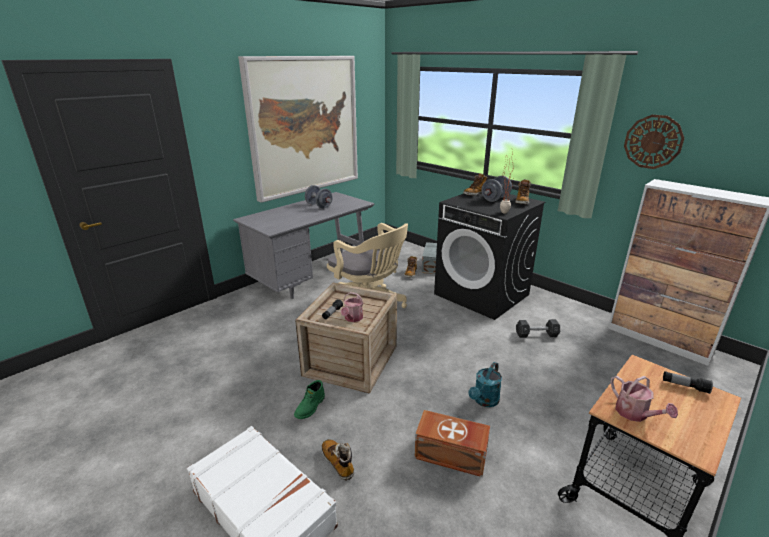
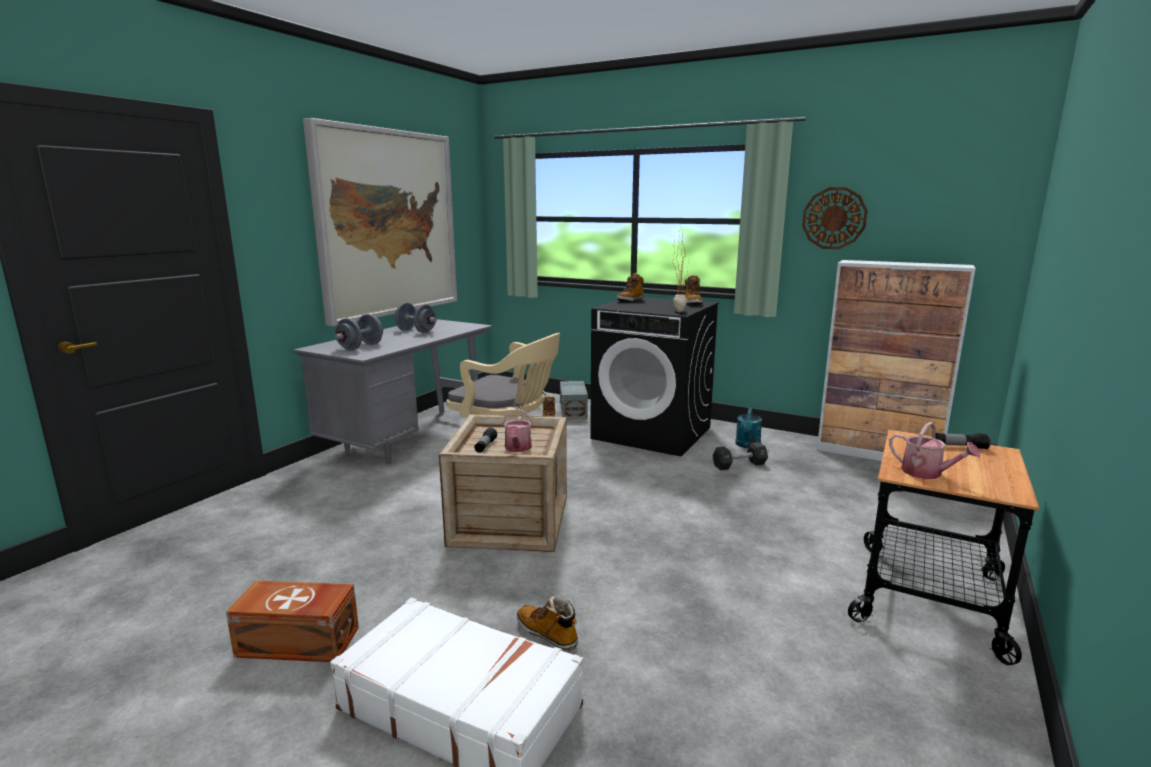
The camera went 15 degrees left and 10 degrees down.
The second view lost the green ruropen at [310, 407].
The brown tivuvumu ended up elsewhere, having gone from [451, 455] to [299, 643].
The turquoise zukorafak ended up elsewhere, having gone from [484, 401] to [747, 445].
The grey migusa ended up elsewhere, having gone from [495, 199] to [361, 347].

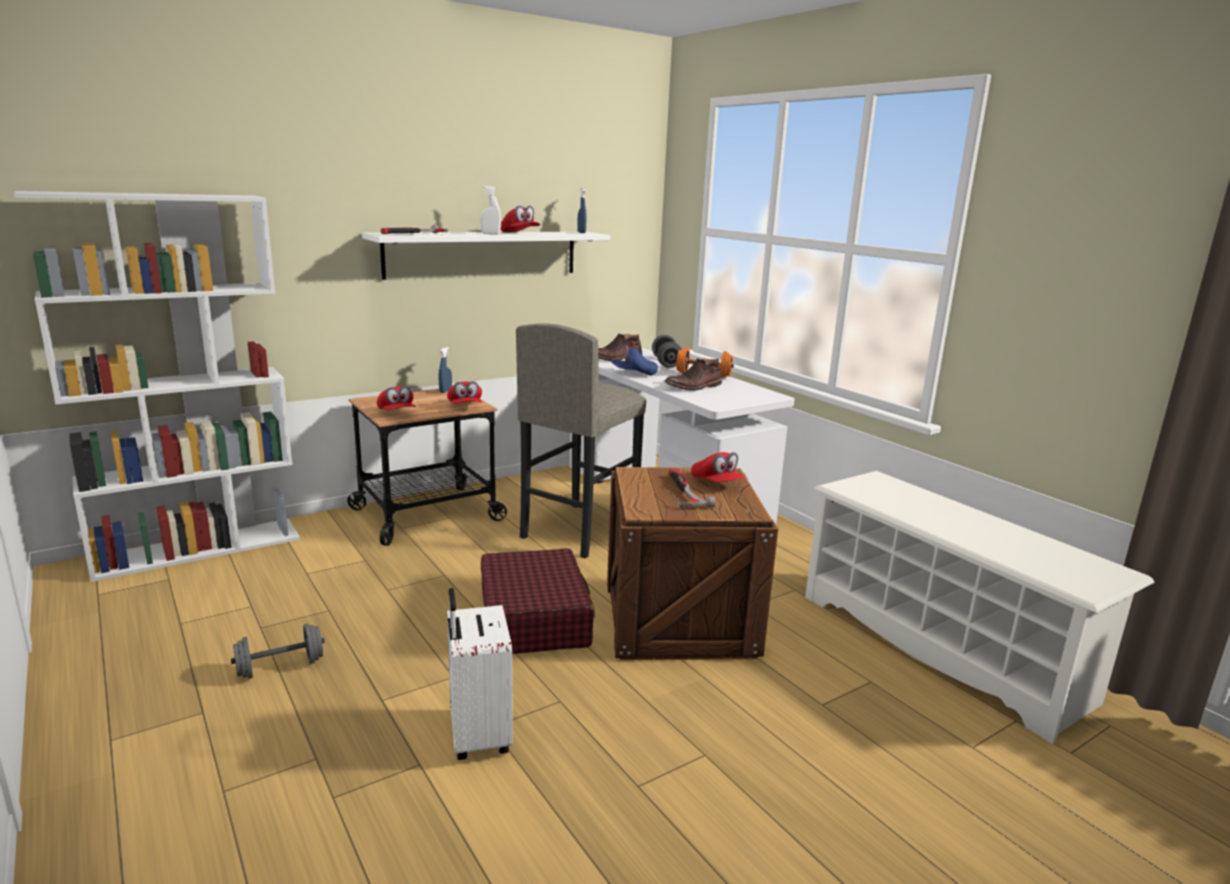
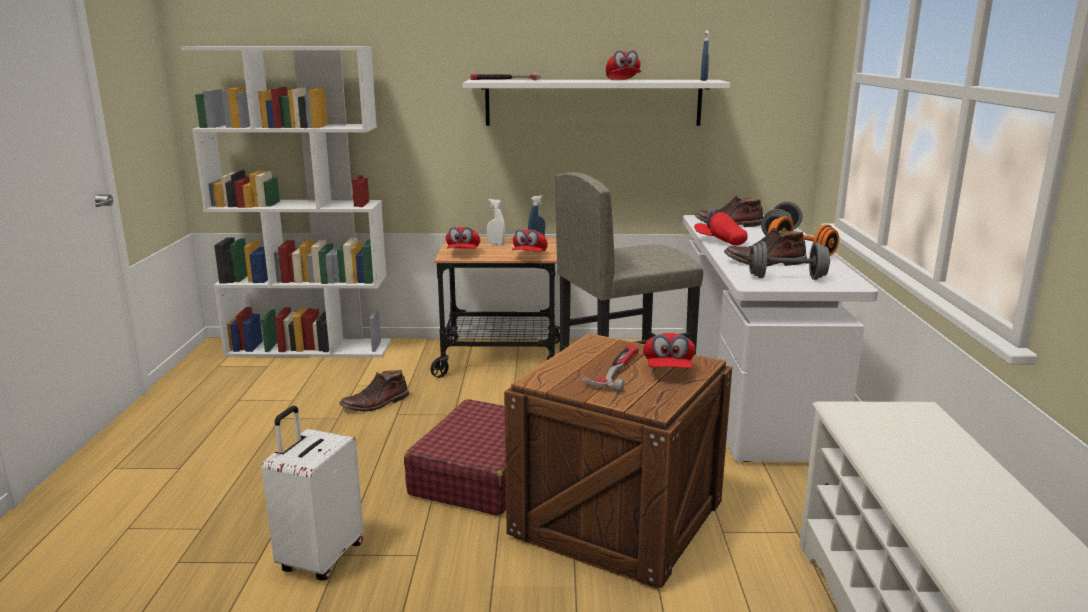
The camera went 35 degrees right and 0 degrees up.
The grey migusa ended up elsewhere, having gone from [280, 667] to [786, 278].
The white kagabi ended up elsewhere, having gone from [490, 234] to [496, 244].
What was the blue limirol at [634, 373] turned into the red limirol at [720, 241].
The second view gained the brown ruropen at [376, 404].

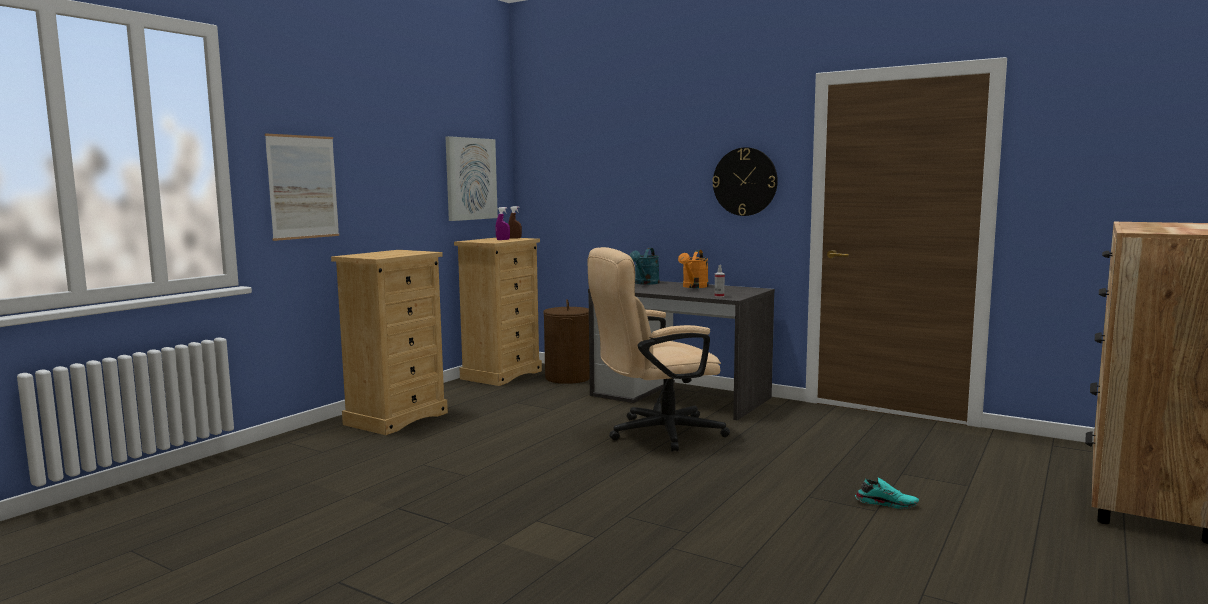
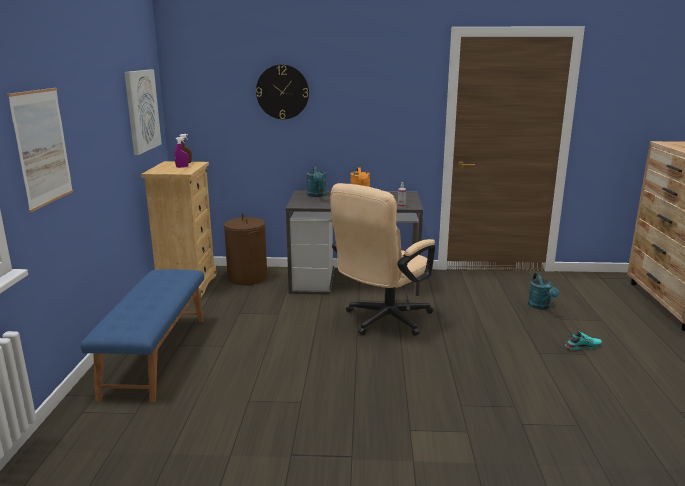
The camera went 30 degrees left and 10 degrees up.
Where the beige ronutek stood at [396, 418], the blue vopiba came to stand at [155, 355].
The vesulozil ended up elsewhere, having gone from [745, 181] to [282, 92].
The second view gained the turquoise zukorafak at [541, 306].

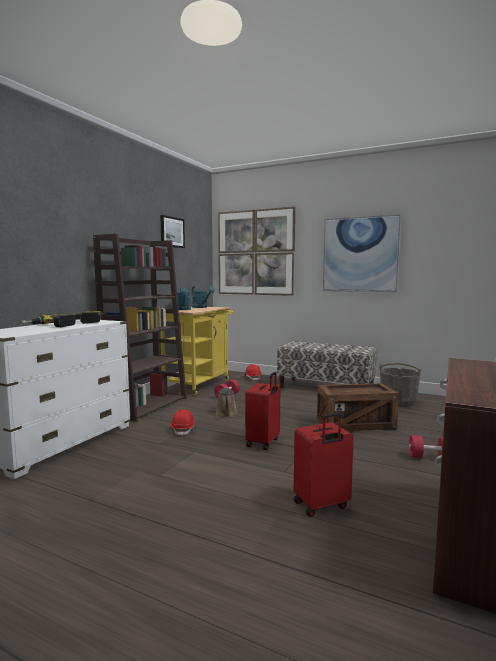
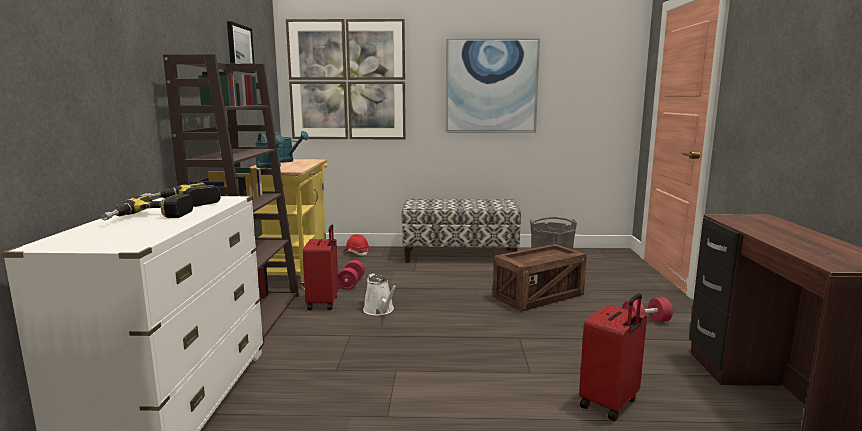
The camera went 25 degrees left and 5 degrees up.
The second view lost the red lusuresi at [183, 429].
What was the brown zukorafak at [226, 414] turned into the white zukorafak at [380, 310].
The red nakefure ended up elsewhere, having gone from [263, 443] to [324, 303].

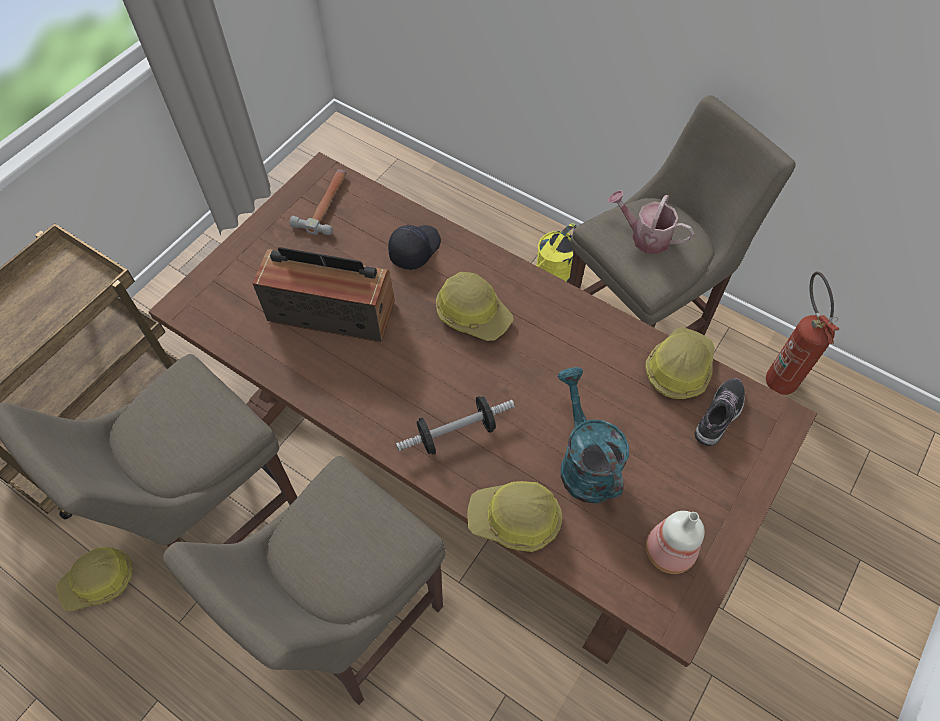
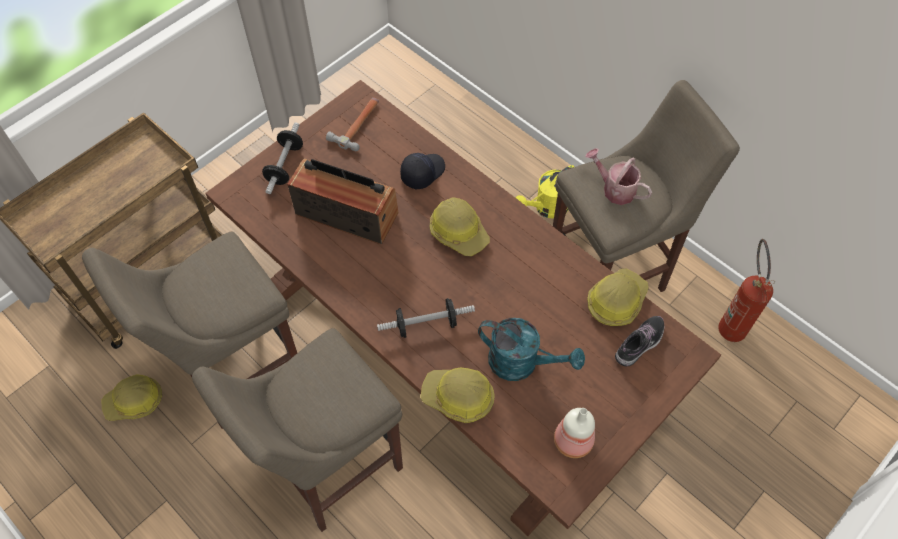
The camera went 10 degrees right and 0 degrees up.
The turquoise zukorafak at [584, 462] ended up facing another way, 120 degrees clockwise from before.
The second view gained the migusa at [285, 165].

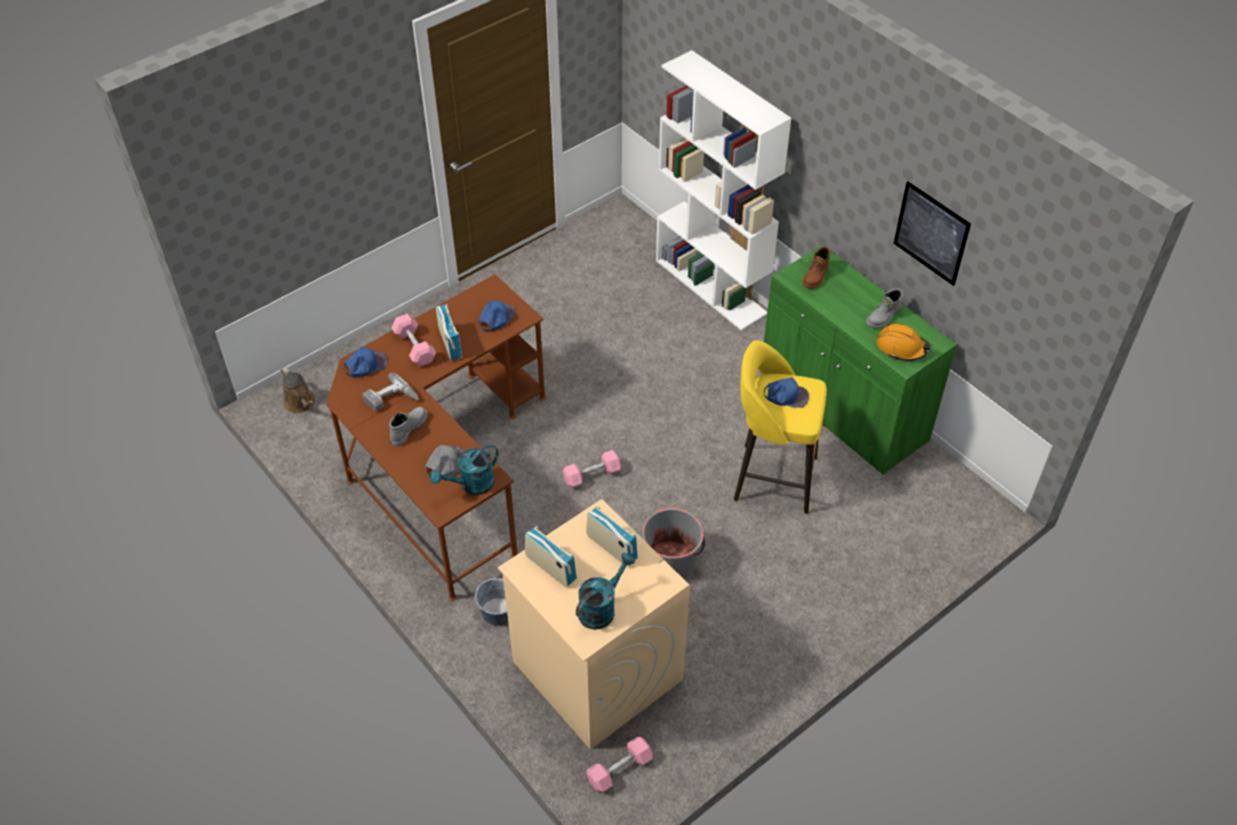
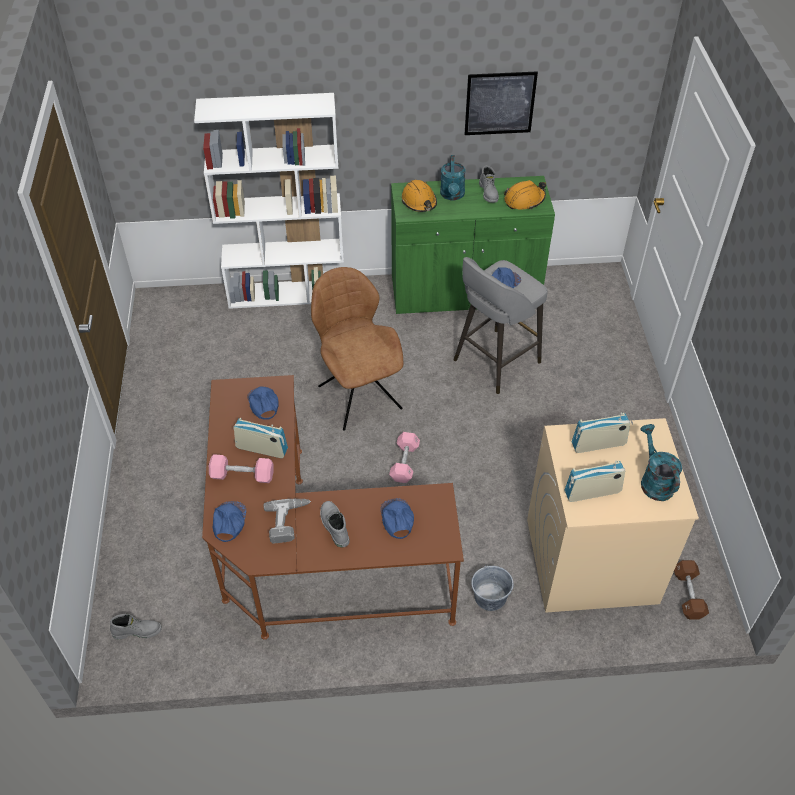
The camera went 55 degrees left and 0 degrees up.
Where the brown zukorafak stood at [301, 403], the grey ruropen came to stand at [137, 631].
What was the grey limirol at [446, 463] turned into the blue limirol at [396, 519].
The turquoise zukorafak ended up elsewhere, having gone from [471, 485] to [452, 195].
What was the pink migusa at [619, 769] turned into the brown migusa at [688, 594].
The second view lost the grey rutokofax at [672, 561].
What was the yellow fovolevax at [772, 478] turned into the grey fovolevax at [494, 362].
Where the brown ruropen stood at [816, 276], the orange lusuresi came to stand at [419, 202].
The second view gained the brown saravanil at [358, 395].

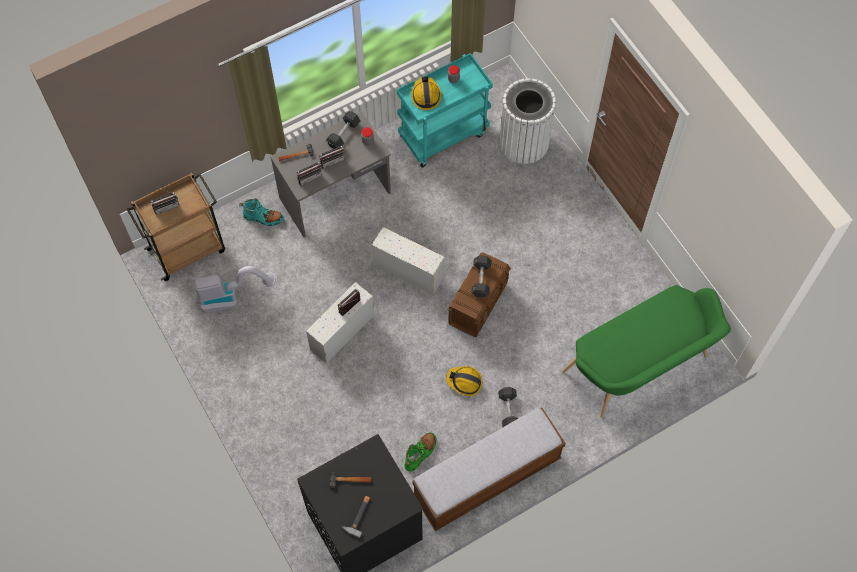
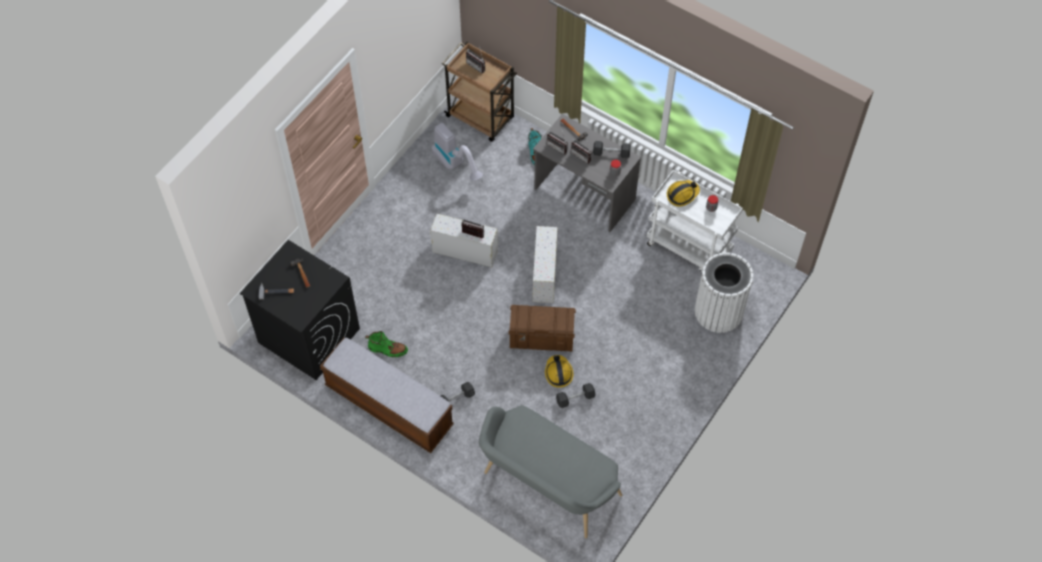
The camera went 65 degrees right and 5 degrees down.
What was the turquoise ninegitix at [443, 134] turned into the white ninegitix at [689, 247].
The lusuresi ended up elsewhere, having gone from [464, 382] to [558, 373].
The grey migusa ended up elsewhere, having gone from [481, 279] to [575, 398].
What was the green vopiba at [640, 368] turned into the grey vopiba at [547, 487].

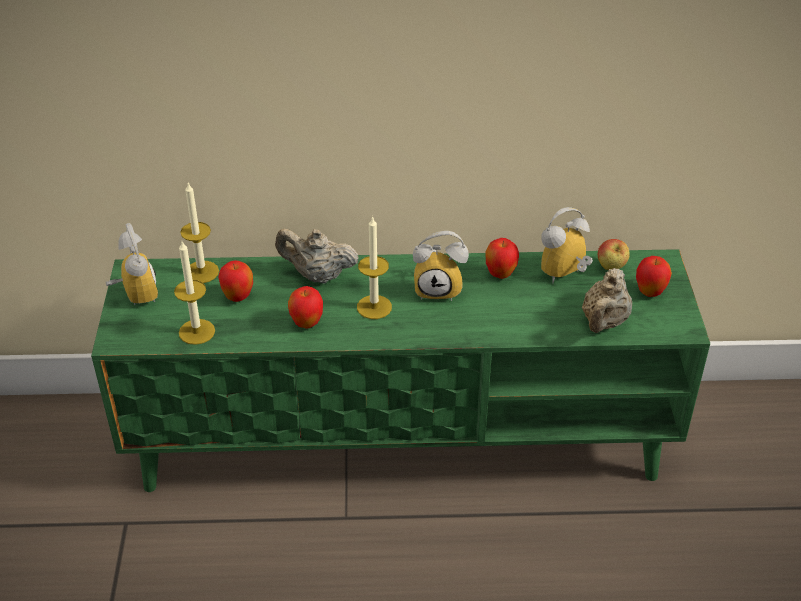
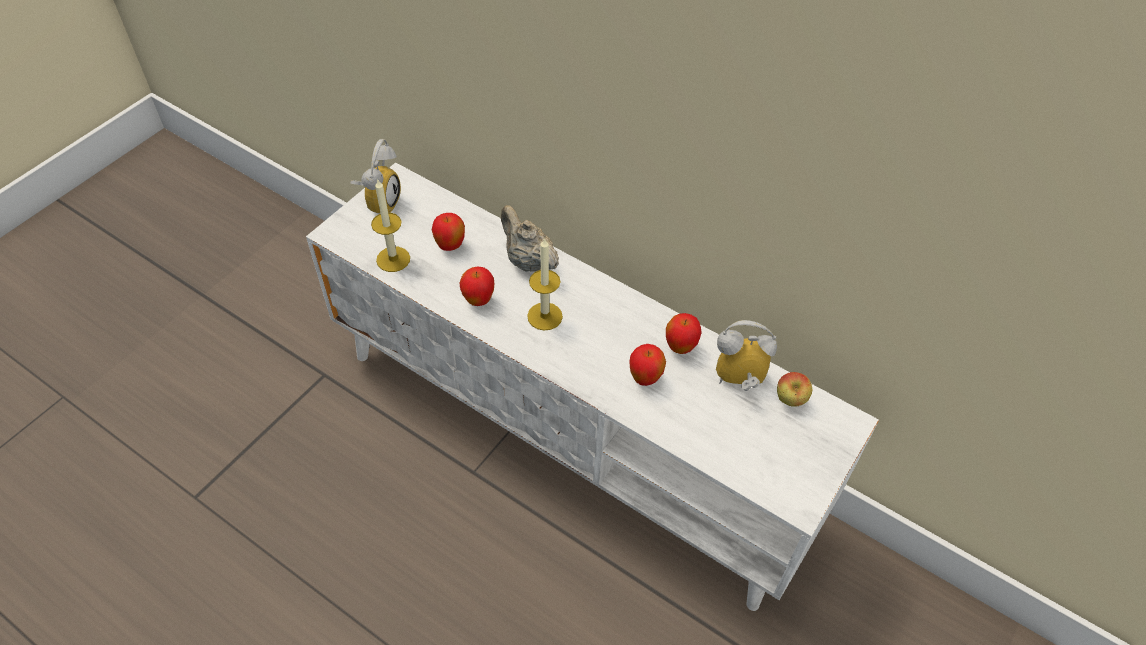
The camera went 35 degrees right and 10 degrees up.
What was the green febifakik at [402, 440] turned into the white febifakik at [572, 434].
The second view lost the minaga at [201, 272].
The second view lost the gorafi at [439, 289].
The second view lost the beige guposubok at [604, 322].
The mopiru ended up elsewhere, having gone from [650, 292] to [645, 378].

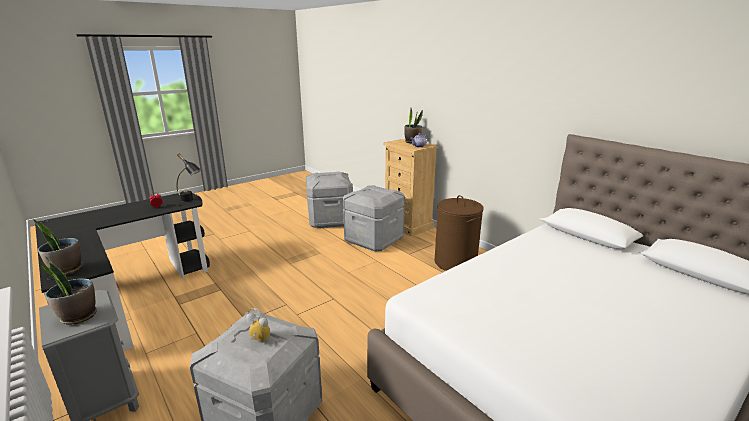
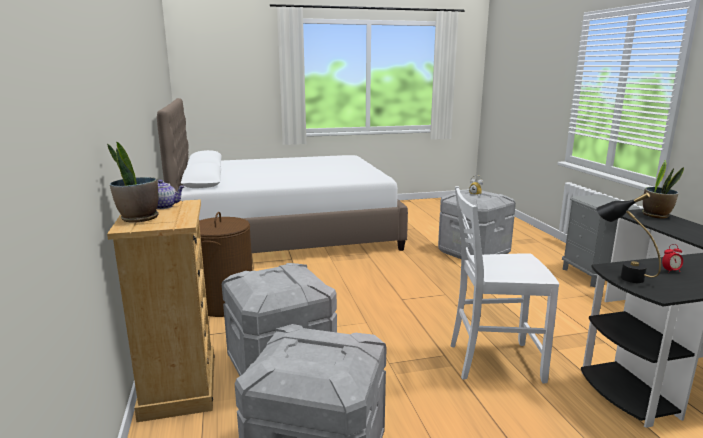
The camera went 155 degrees left and 5 degrees down.
The second view lost the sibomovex at [78, 316].
The second view gained the white saravanil at [492, 361].

